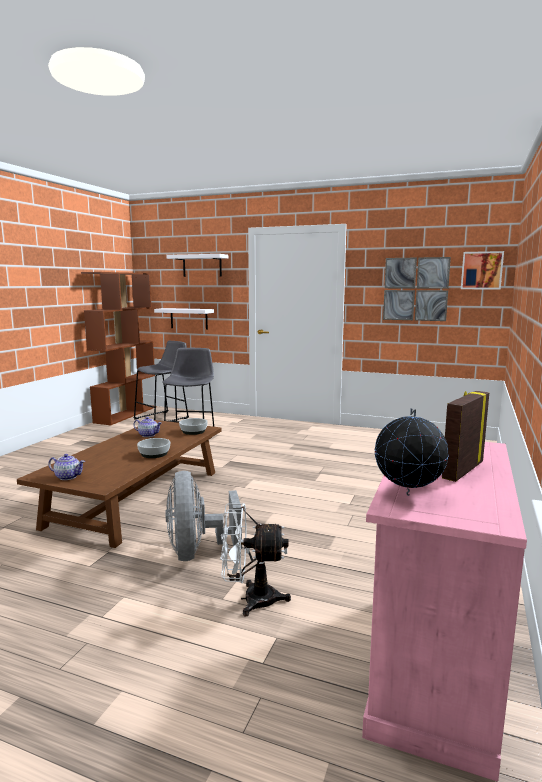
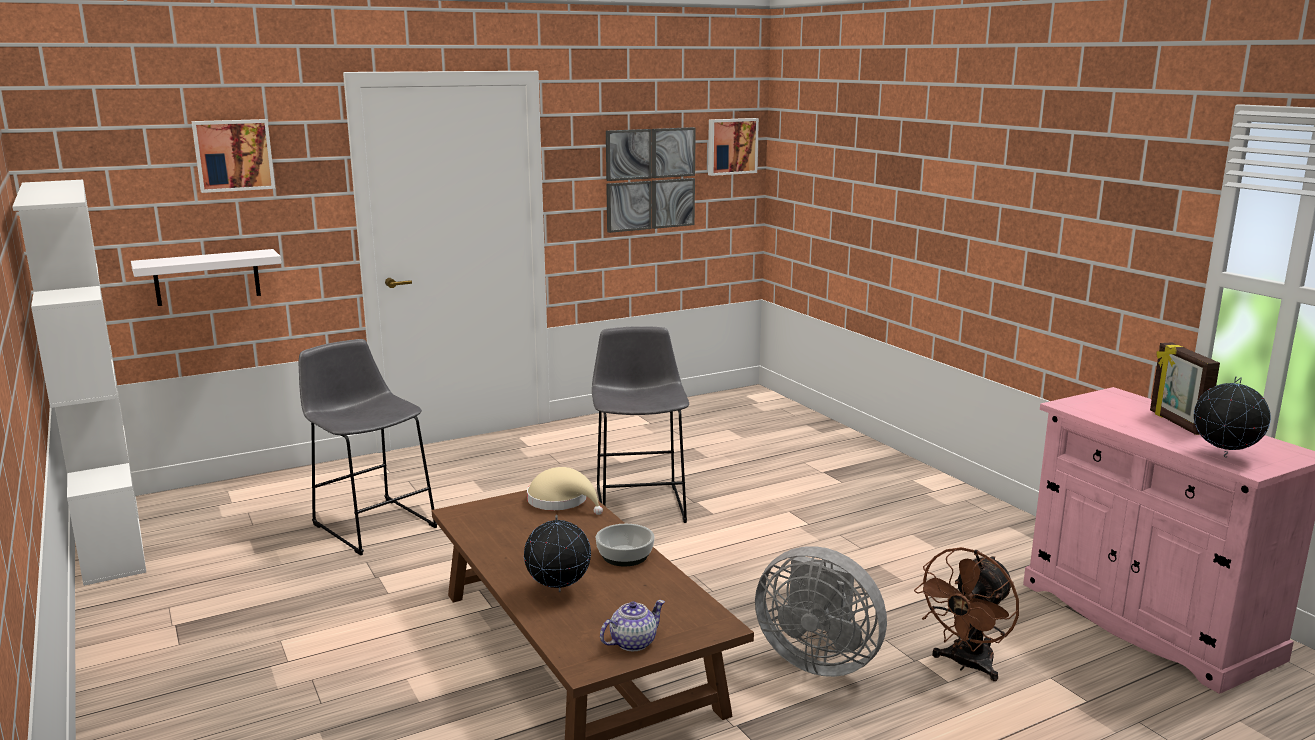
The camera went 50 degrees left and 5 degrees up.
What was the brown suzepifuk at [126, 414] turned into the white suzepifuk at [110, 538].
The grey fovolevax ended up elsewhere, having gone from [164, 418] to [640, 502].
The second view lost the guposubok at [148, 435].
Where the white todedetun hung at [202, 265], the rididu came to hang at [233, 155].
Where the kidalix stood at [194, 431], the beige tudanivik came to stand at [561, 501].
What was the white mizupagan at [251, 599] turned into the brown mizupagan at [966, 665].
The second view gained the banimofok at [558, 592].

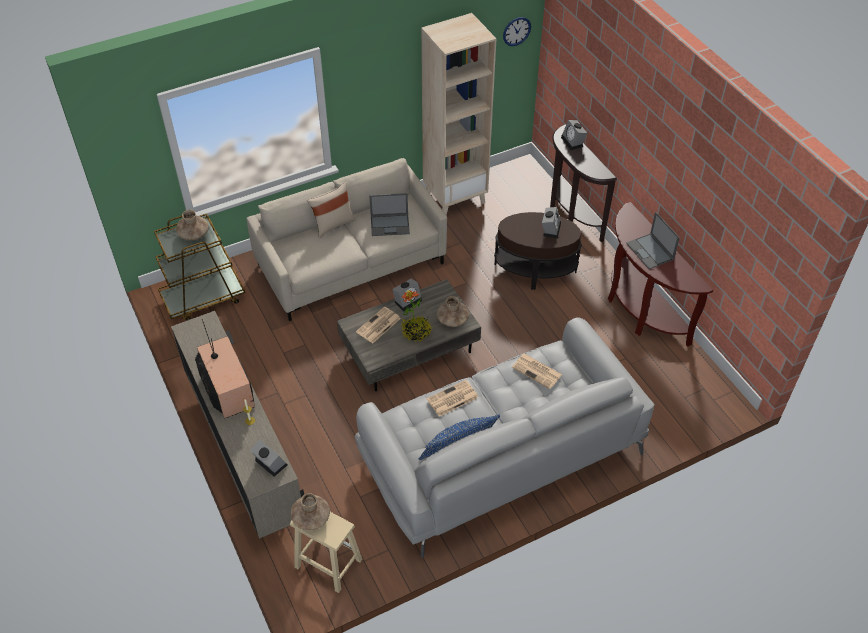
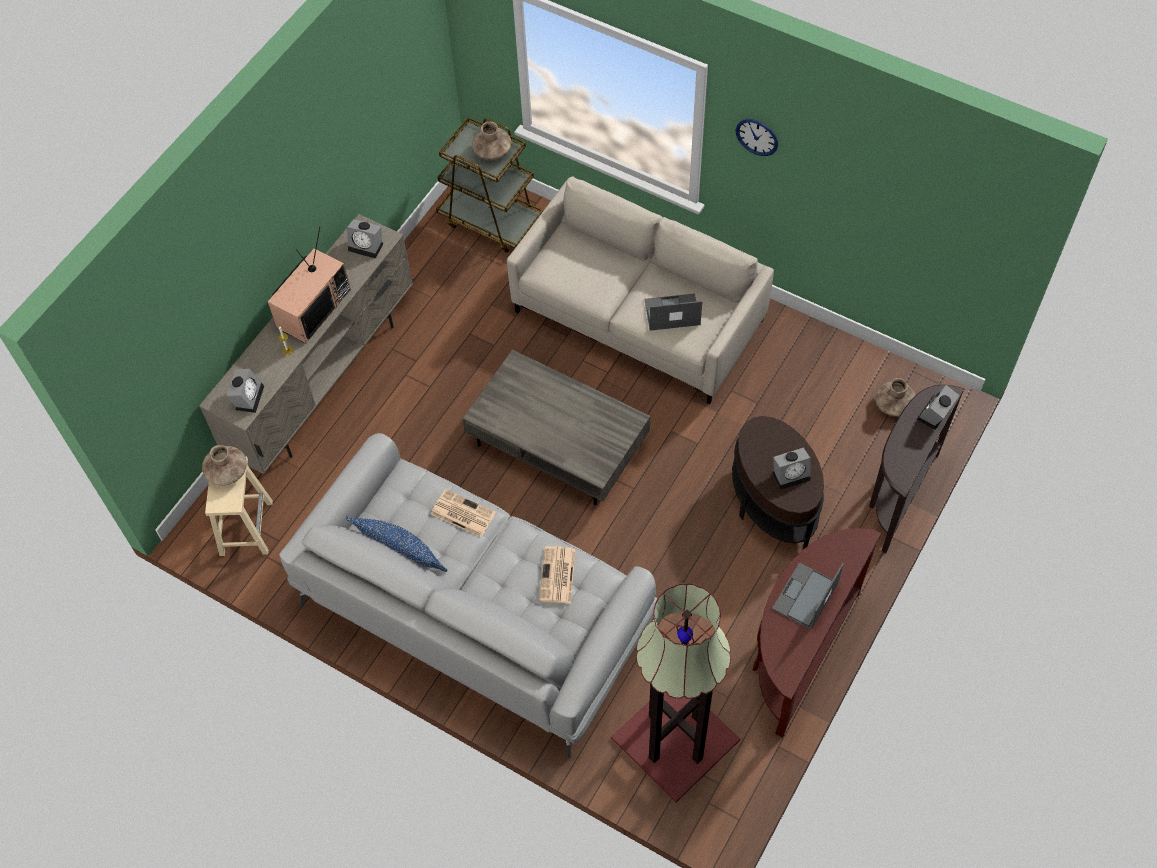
The camera went 60 degrees right and 10 degrees up.
The second view lost the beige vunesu at [333, 224].
The second view lost the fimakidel at [378, 326].
The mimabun at [390, 225] ended up facing another way, 120 degrees clockwise from before.
The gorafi ended up elsewhere, having gone from [408, 300] to [367, 246].
The second view lost the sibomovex at [416, 332].
The second view lost the beige suzepifuk at [455, 198].
The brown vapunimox ended up elsewhere, having gone from [452, 319] to [893, 405].
The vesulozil ended up elsewhere, having gone from [516, 31] to [757, 137].
The second view gained the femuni at [673, 739].

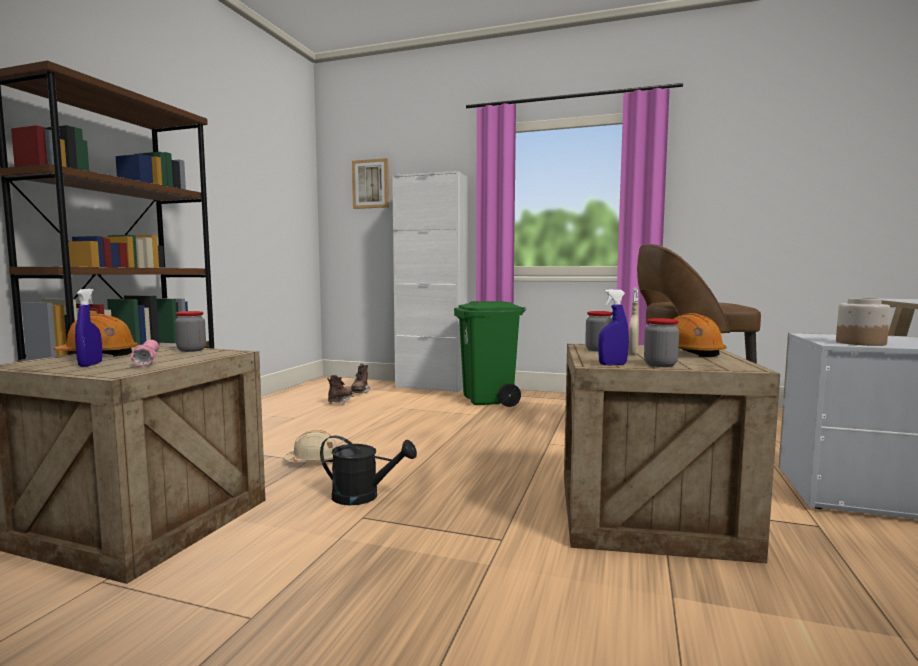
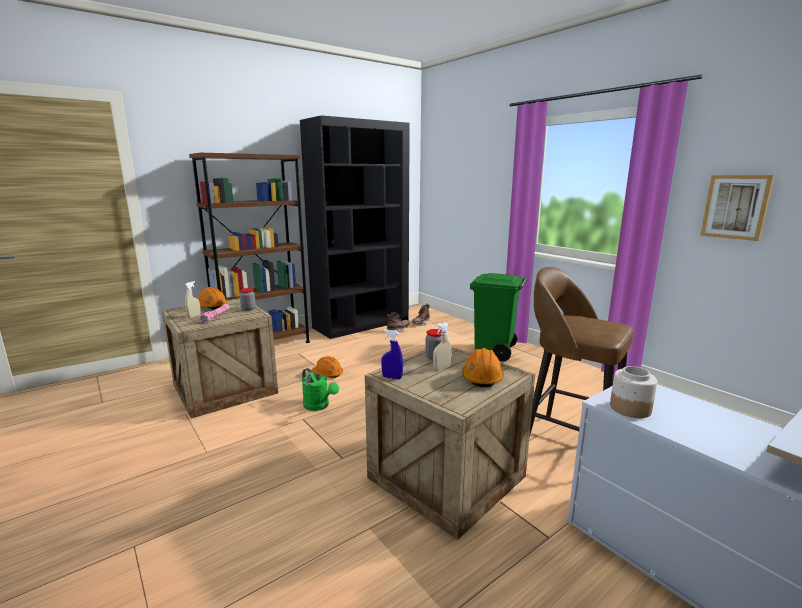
The camera went 35 degrees right and 10 degrees up.
What was the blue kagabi at [90, 365] turned into the beige kagabi at [194, 316].
What was the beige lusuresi at [313, 461] turned into the orange lusuresi at [327, 374].
What was the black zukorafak at [364, 496] turned into the green zukorafak at [319, 406].
The rididu ended up elsewhere, having gone from [371, 184] to [736, 207].
The second view lost the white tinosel at [431, 387].
The second view lost the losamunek at [660, 365].
The second view gained the black suzepifuk at [361, 324].

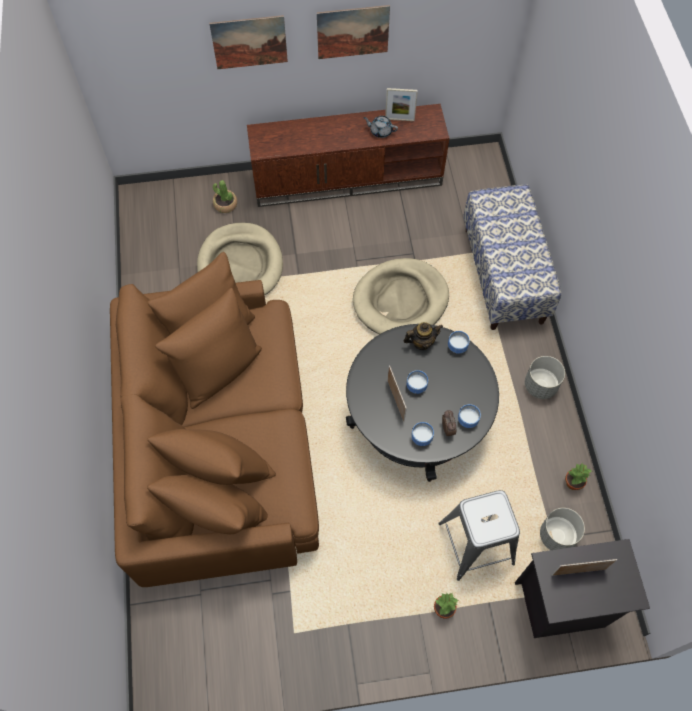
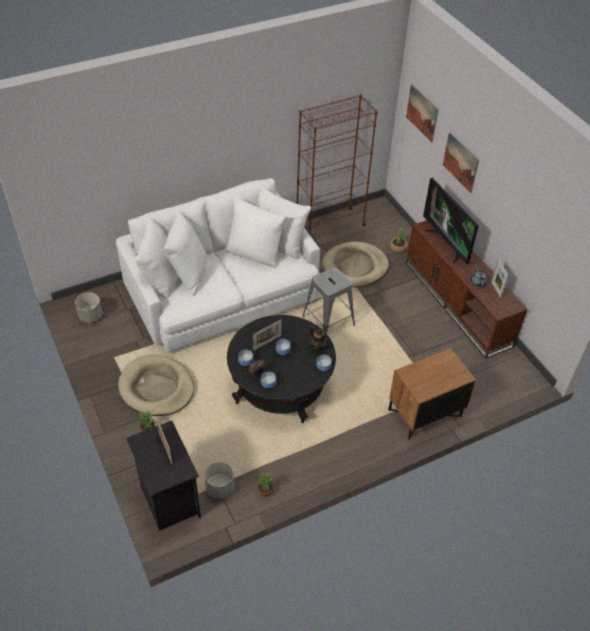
The camera went 70 degrees right and 15 degrees down.
What was the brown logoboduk at [219, 445] turned into the white logoboduk at [223, 291].
The rididu ended up elsewhere, having gone from [353, 32] to [422, 113].
The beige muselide ended up elsewhere, having gone from [401, 300] to [157, 388].
The grey fovolevax ended up elsewhere, having gone from [476, 543] to [328, 321].
Where the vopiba stood at [504, 275], the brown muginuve came to stand at [425, 414].
The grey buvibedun ended up elsewhere, having gone from [540, 386] to [90, 316].
The second view gained the brown suzepifuk at [330, 225].
The second view gained the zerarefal at [447, 244].

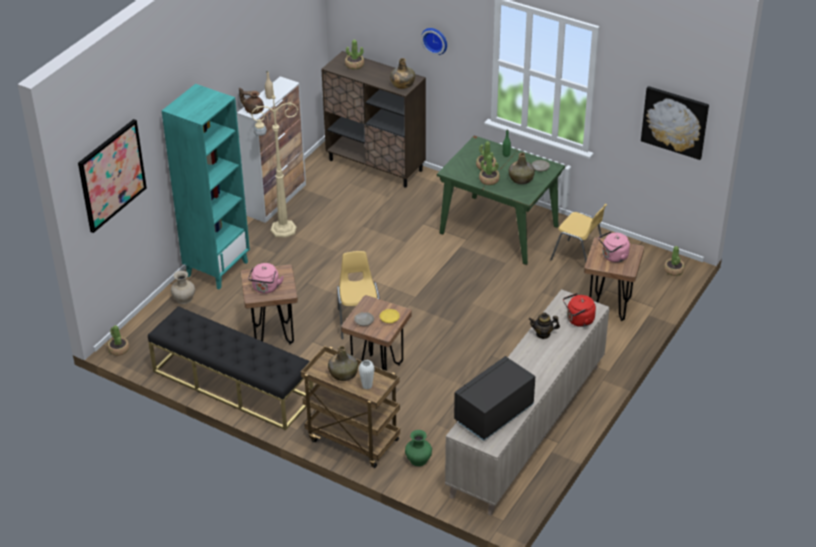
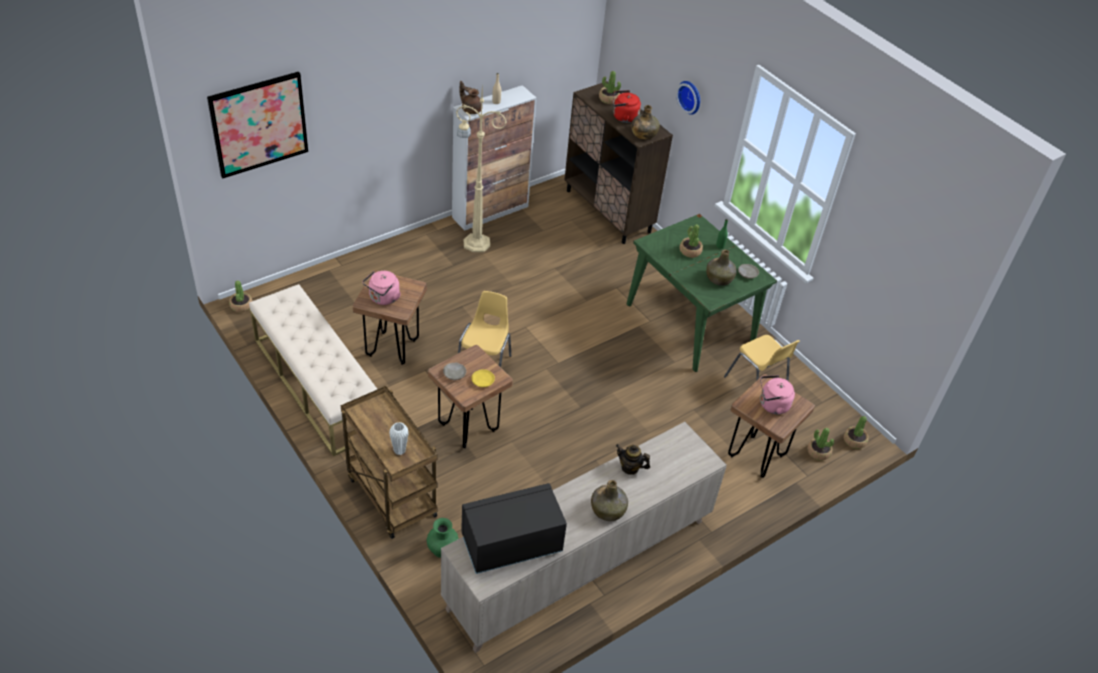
The camera went 20 degrees right and 5 degrees up.
What was the black vopiba at [232, 385] turned into the beige vopiba at [317, 385].
The second view lost the turquoise suzepifuk at [217, 268].
The second view lost the beige vapunimox at [183, 298].
The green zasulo ended up elsewhere, having gone from [343, 373] to [608, 509].
The sibomovex ended up elsewhere, having gone from [489, 180] to [818, 452].
The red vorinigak ended up elsewhere, having gone from [578, 320] to [623, 117].
The second view lost the rididu at [675, 122].

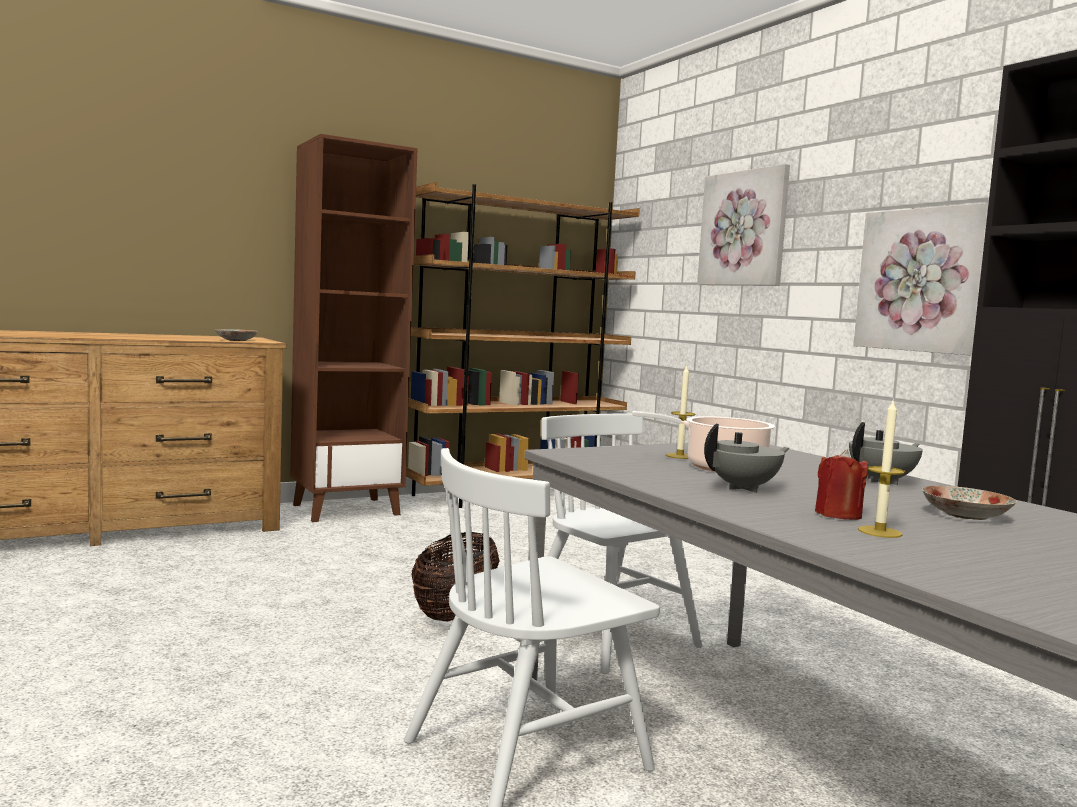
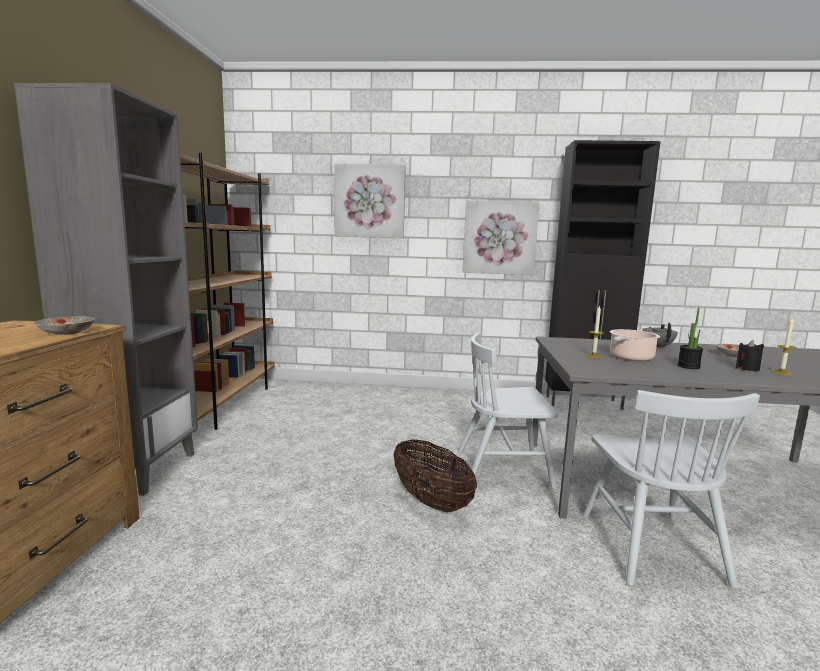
The camera went 55 degrees left and 5 degrees up.
What was the brown suzepifuk at [346, 509] turned into the grey suzepifuk at [137, 470].
Where the grey guposubok stood at [744, 488], the sibomovex came to stand at [688, 366].
What was the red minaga at [838, 515] turned into the black minaga at [747, 369].

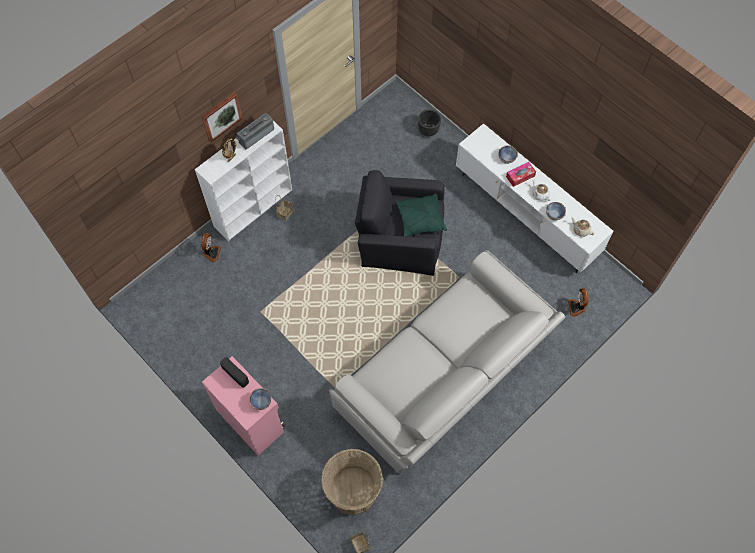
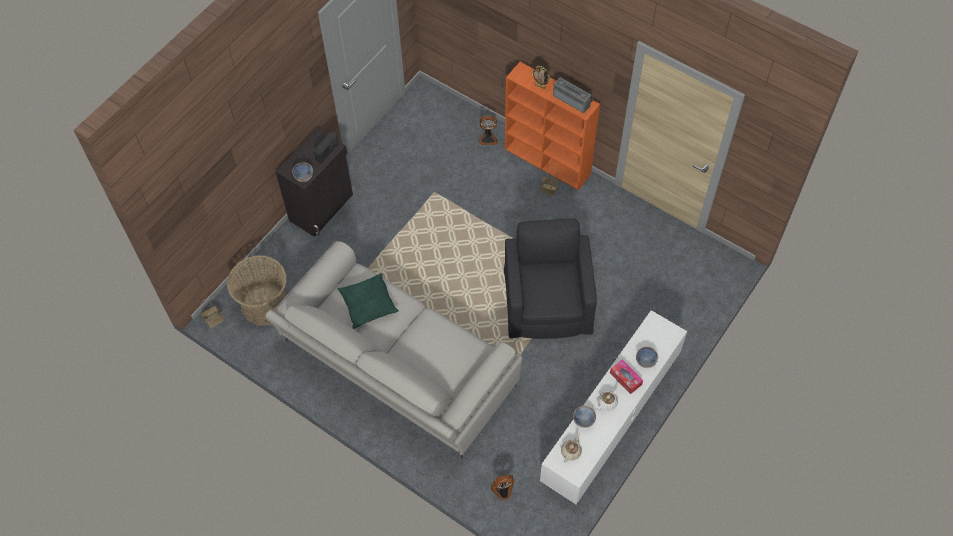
The camera went 80 degrees right and 5 degrees down.
What was the white suzepifuk at [254, 207] turned into the orange suzepifuk at [548, 162].
The second view lost the rididu at [221, 116].
What was the pink tinosel at [250, 420] turned into the black tinosel at [322, 207].
The green vunesu ended up elsewhere, having gone from [420, 219] to [368, 304].
The second view lost the black buvibedun at [428, 130].

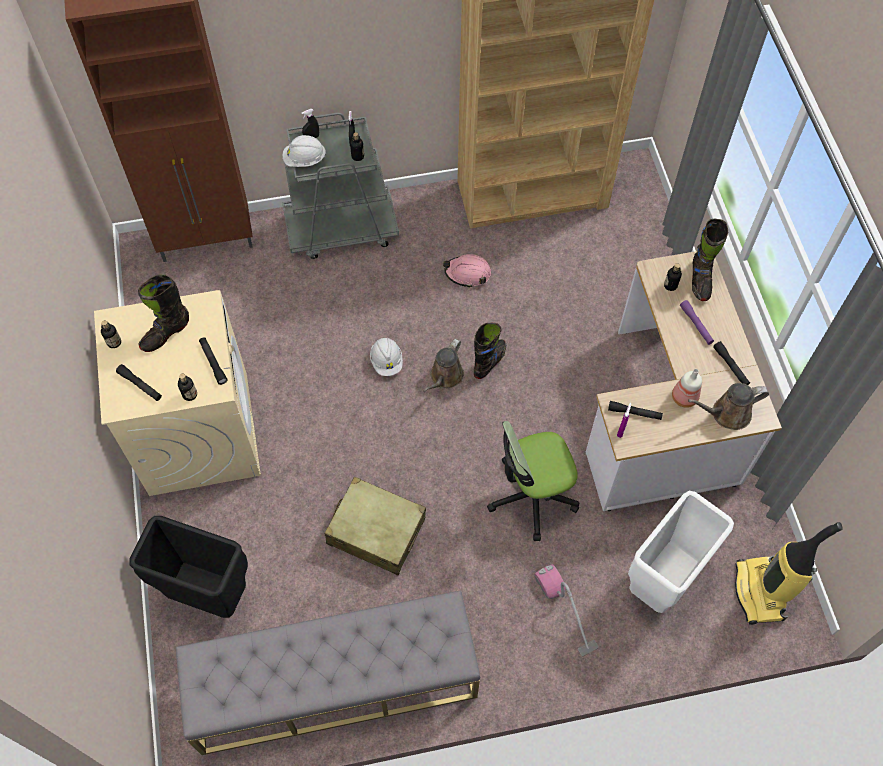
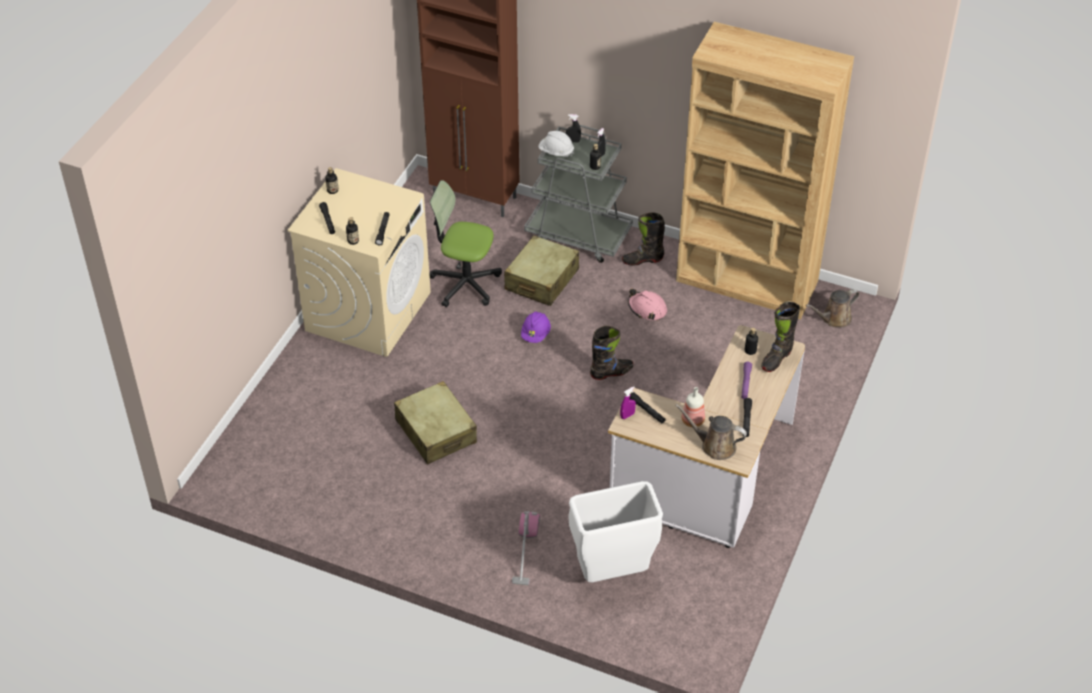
The camera went 35 degrees right and 15 degrees down.
The second view lost the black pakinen at [208, 596].
The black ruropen ended up elsewhere, having gone from [165, 333] to [642, 260].
The second view lost the grey vopiba at [333, 683].
What was the white lusuresi at [386, 361] turned into the purple lusuresi at [536, 334].
The brown zukorafak ended up elsewhere, having gone from [445, 377] to [834, 319].
The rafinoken ended up elsewhere, having gone from [532, 496] to [465, 283].
The second view lost the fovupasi at [761, 592].
The second view gained the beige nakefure at [541, 280].

